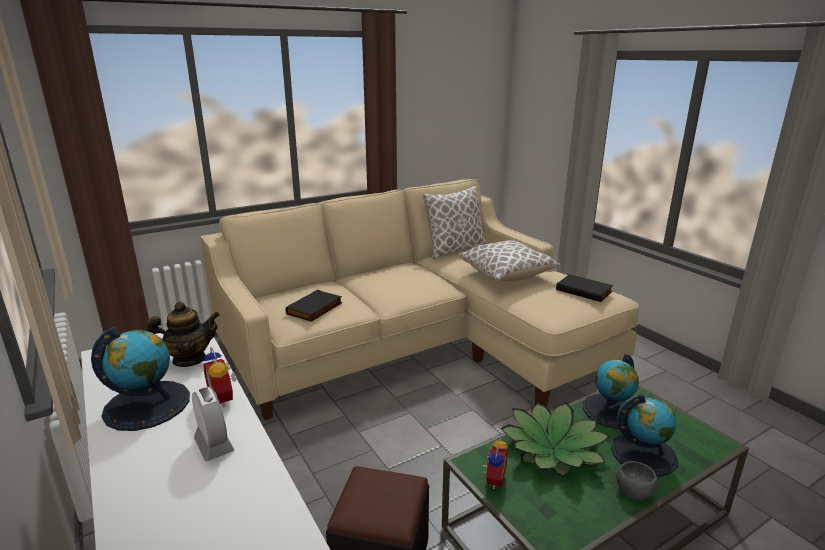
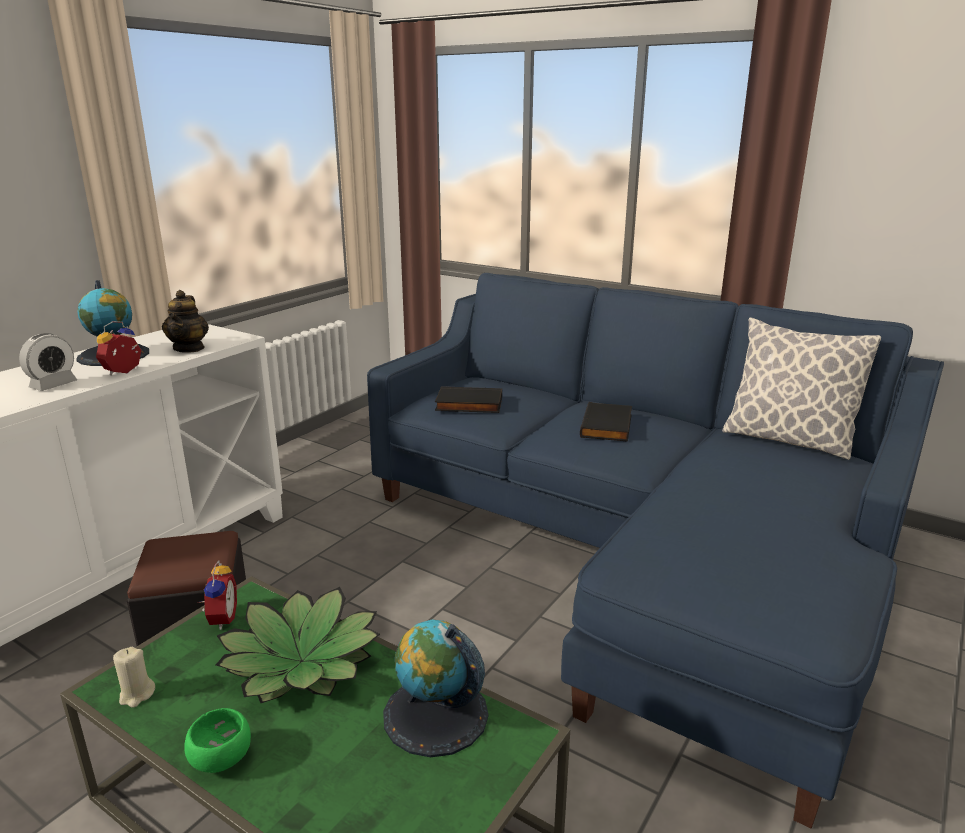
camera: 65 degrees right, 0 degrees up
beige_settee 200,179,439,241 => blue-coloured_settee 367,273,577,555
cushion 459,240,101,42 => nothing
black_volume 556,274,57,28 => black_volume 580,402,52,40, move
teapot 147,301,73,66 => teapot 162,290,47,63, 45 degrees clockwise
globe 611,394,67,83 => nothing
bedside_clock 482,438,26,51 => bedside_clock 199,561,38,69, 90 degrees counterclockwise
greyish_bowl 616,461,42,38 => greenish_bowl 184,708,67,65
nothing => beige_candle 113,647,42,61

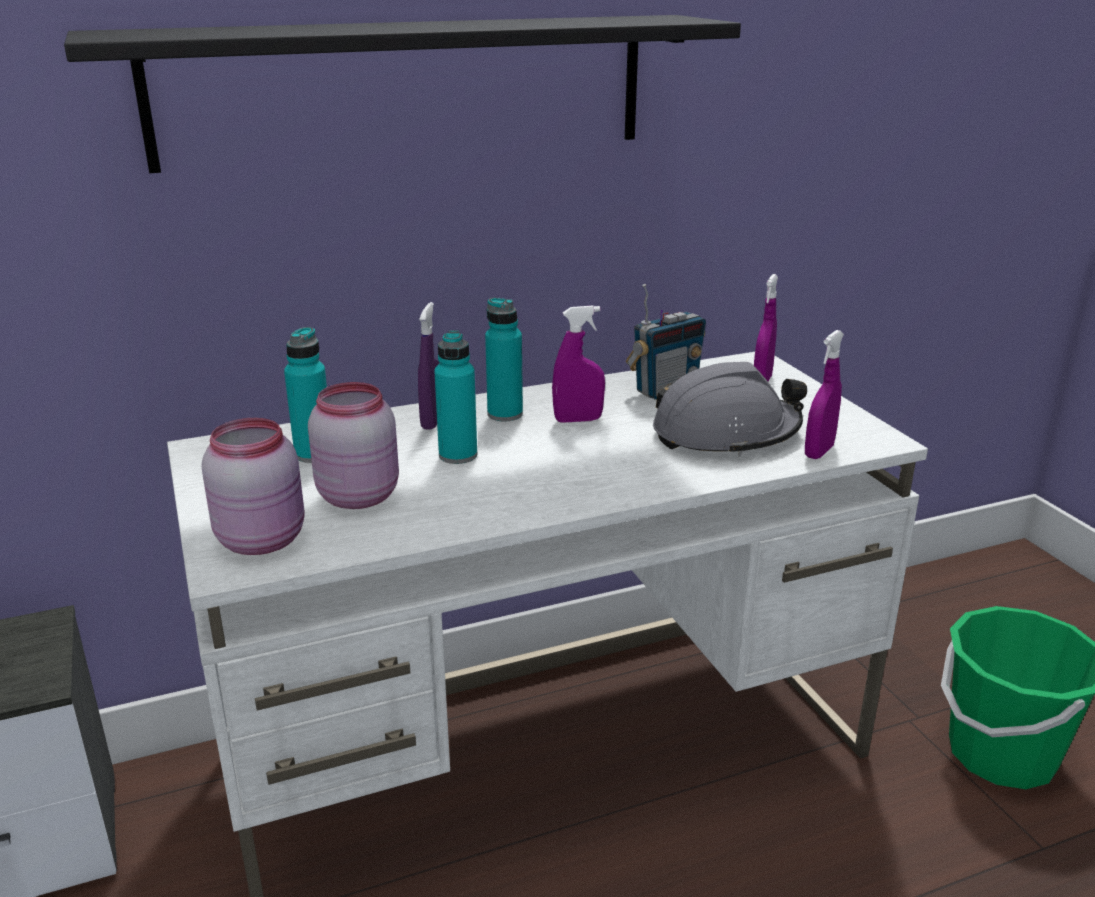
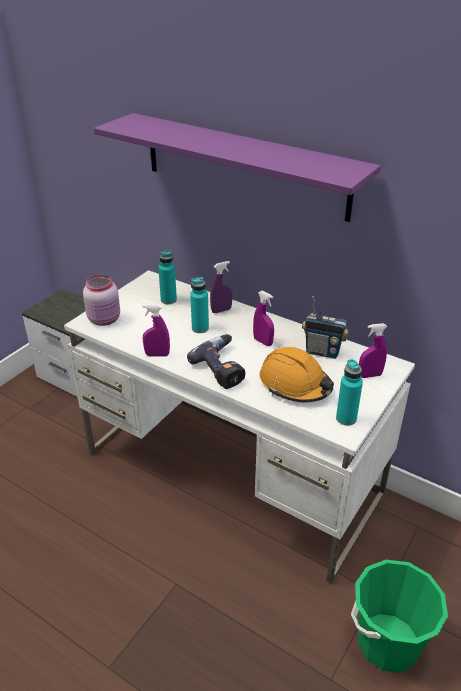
camera: 55 degrees right, 10 degrees up
black_shelf 64,15,677,158 => purplish_shelf 94,113,287,109
turquoise_beverage_bottle 485,298,38,123 => turquoise_beverage_bottle 336,359,27,67, move
purplish_sprayer 805,330,39,129 => purplish_sprayer 143,304,27,53, move
greyish_hard_hat 653,362,154,95 => orange_hard_hat 260,347,74,55
pink-coloured_storage_jar 308,382,91,127 => nothing
nothing => drill 187,334,58,55

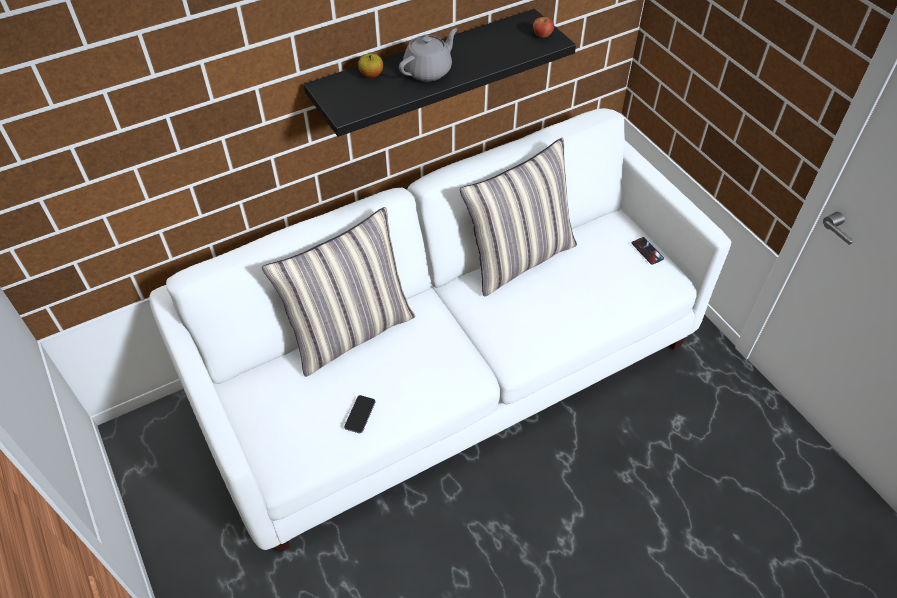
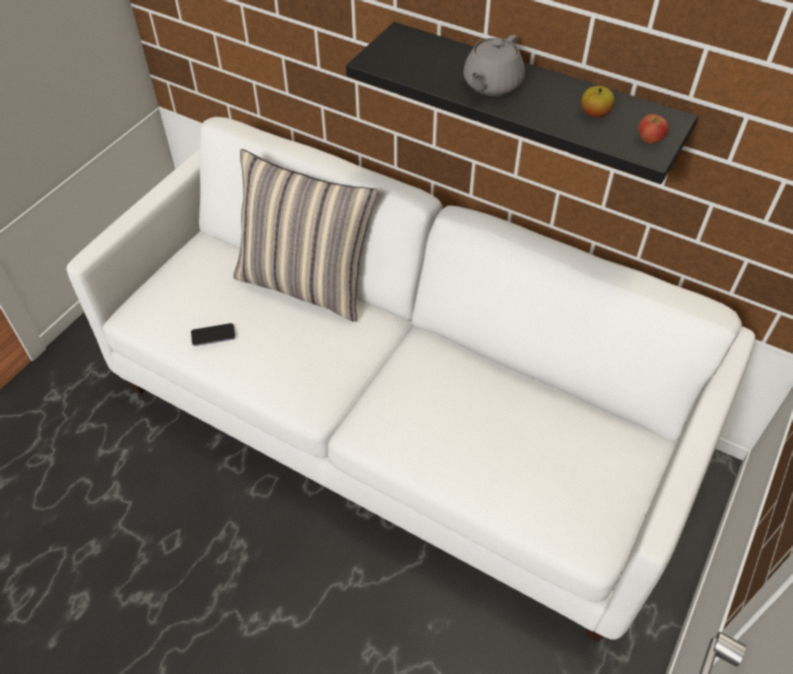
camera: 60 degrees right, 0 degrees up
greyish_teapot 399,28,59,54 => greyish_teapot 463,35,62,61, 105 degrees clockwise
apple 358,53,25,25 => apple 581,86,34,31, move
cushion 460,138,117,159 => nothing
handset 632,237,32,28 => nothing

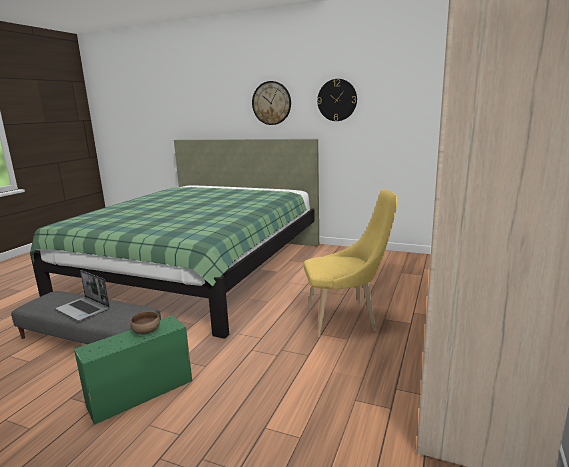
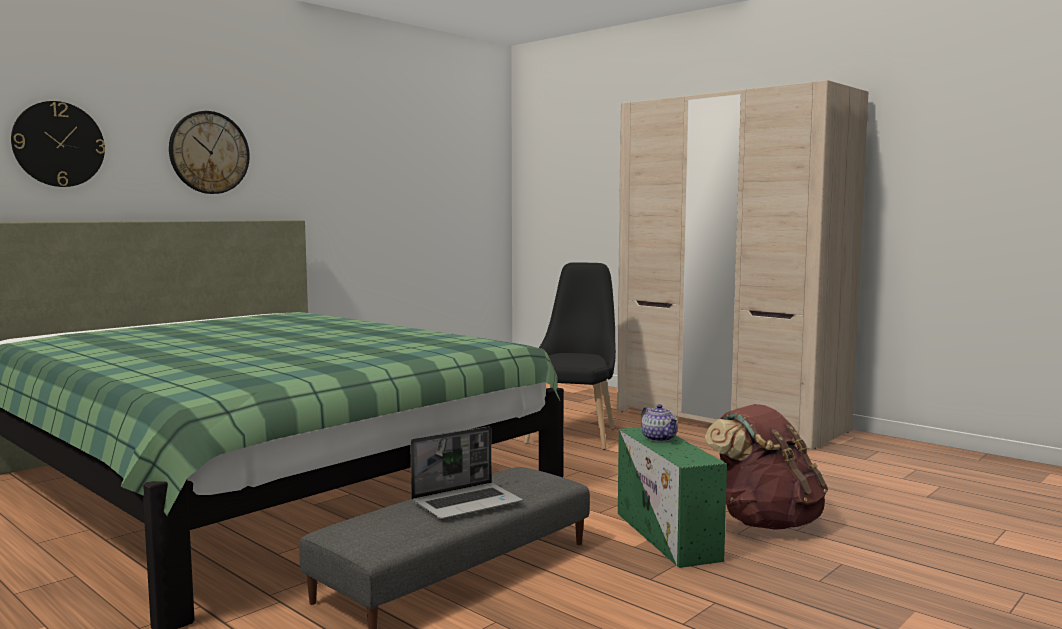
camera: 70 degrees left, 10 degrees down
hanging_clock 317,79,40,42 => hanging_clock 11,101,94,86, move
yellow-coloured_plain_chair 304,189,94,148 => black_plain_chair 524,262,92,188
brown-coloured_bowl 130,311,30,23 => teapot 641,404,37,38
nothing => brown-coloured_backpack 705,404,123,126

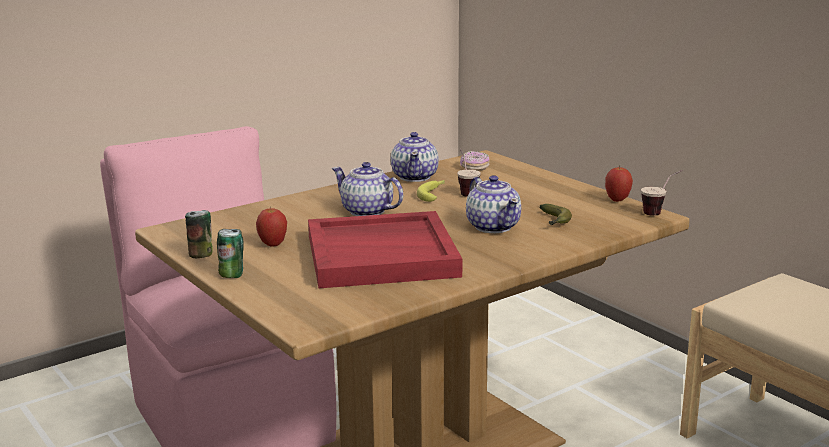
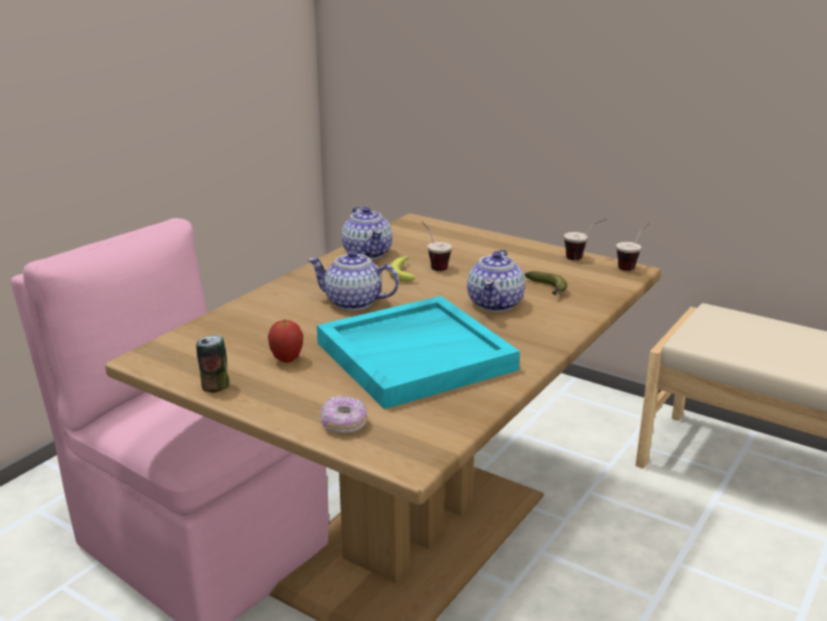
camera: 20 degrees left, 5 degrees up
ring_doughnut 460,151,30,20 => ring_doughnut 320,396,47,38, move
apple 605,165,28,37 => drinking_cup 564,218,43,42
teapot 466,175,55,58 => teapot 467,249,58,63, 60 degrees clockwise
reddish_tray 308,211,154,77 => turquoise_tray 317,296,203,113
metal_can 217,229,27,49 => nothing

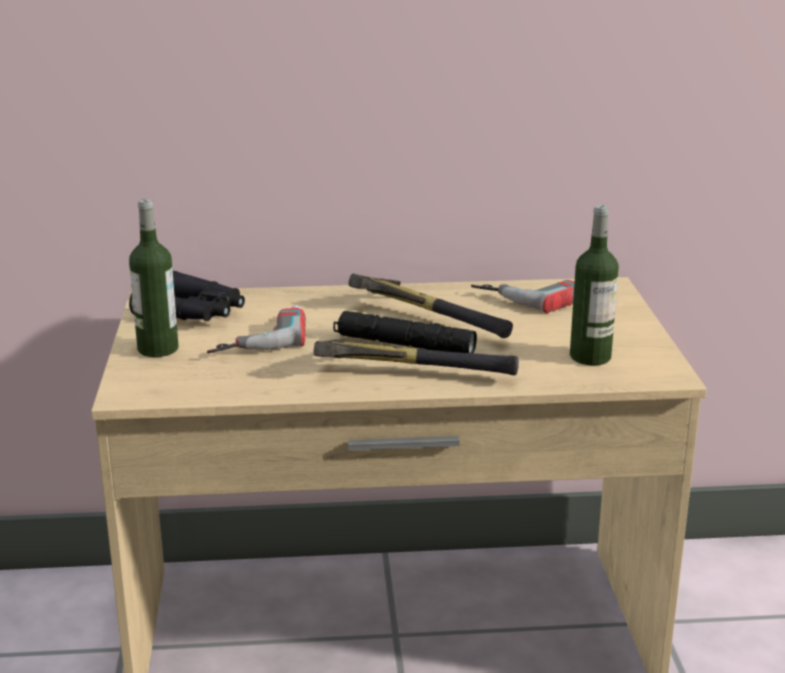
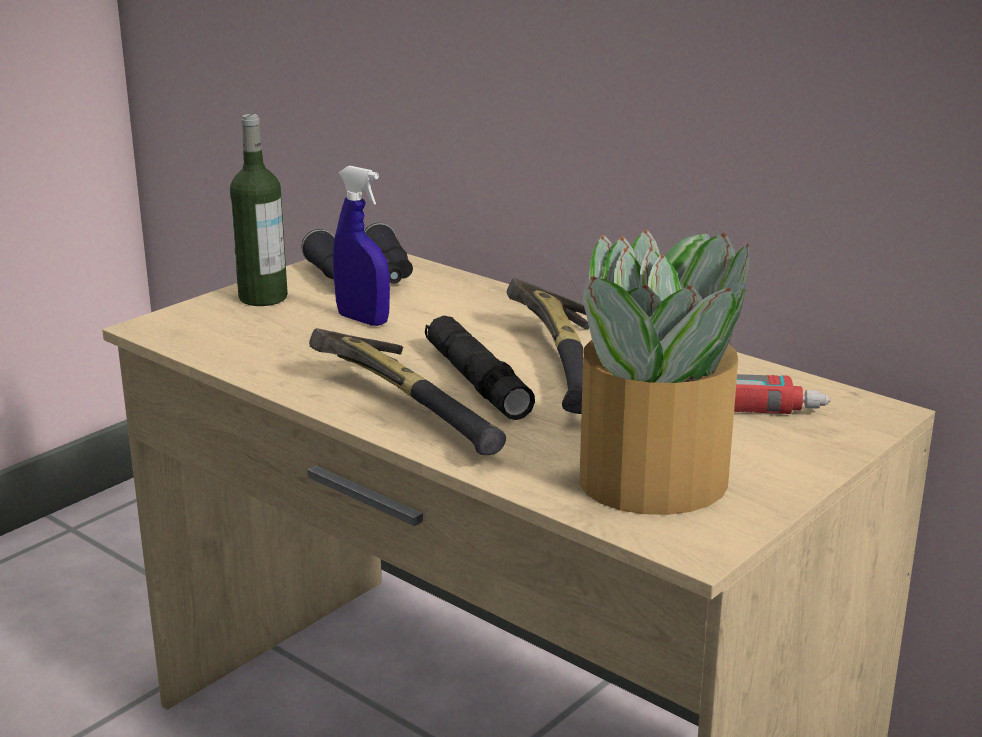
camera: 45 degrees right, 0 degrees up
beverage_bottle 570,205,49,161 => plant_in_a_pot 557,229,193,286
drill 207,305,99,48 => blue-coloured_sprayer 333,166,57,160

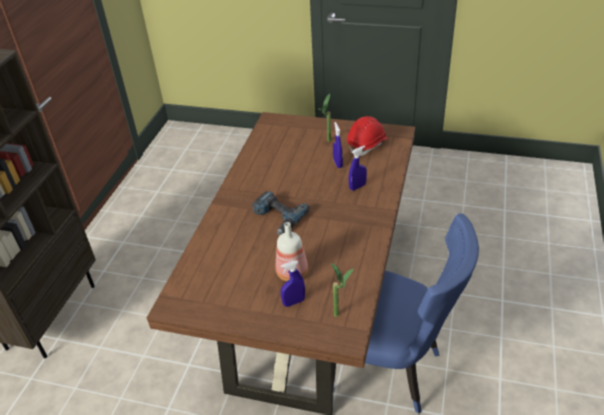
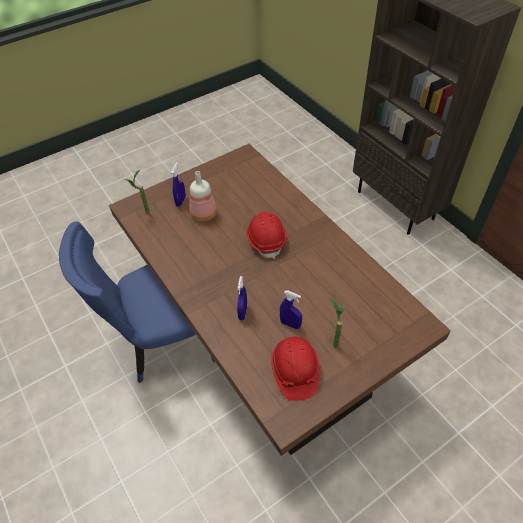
camera: 130 degrees right, 10 degrees up
drill 251,191,59,44 => reddish_hard_hat 247,212,39,47

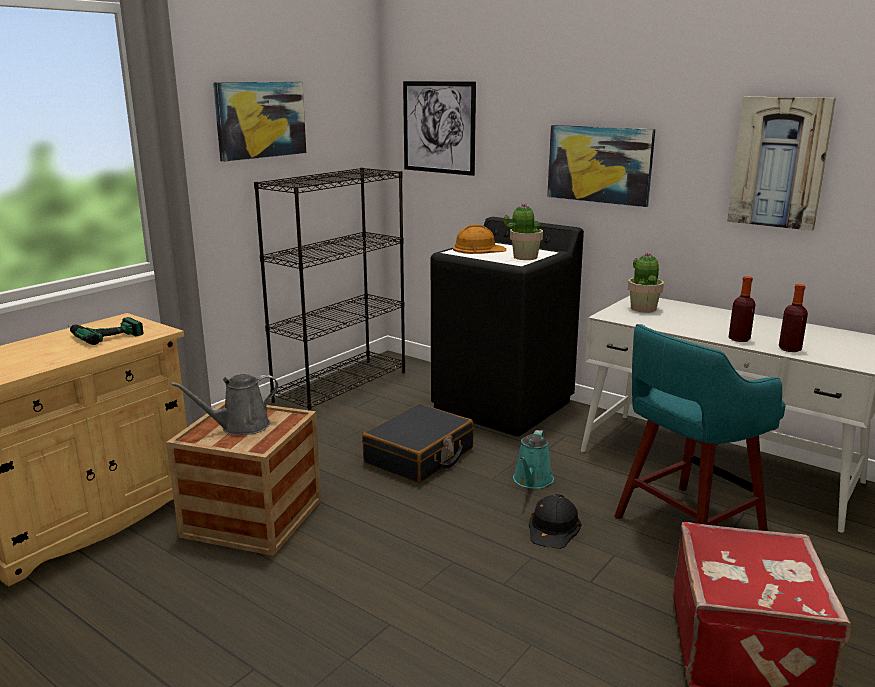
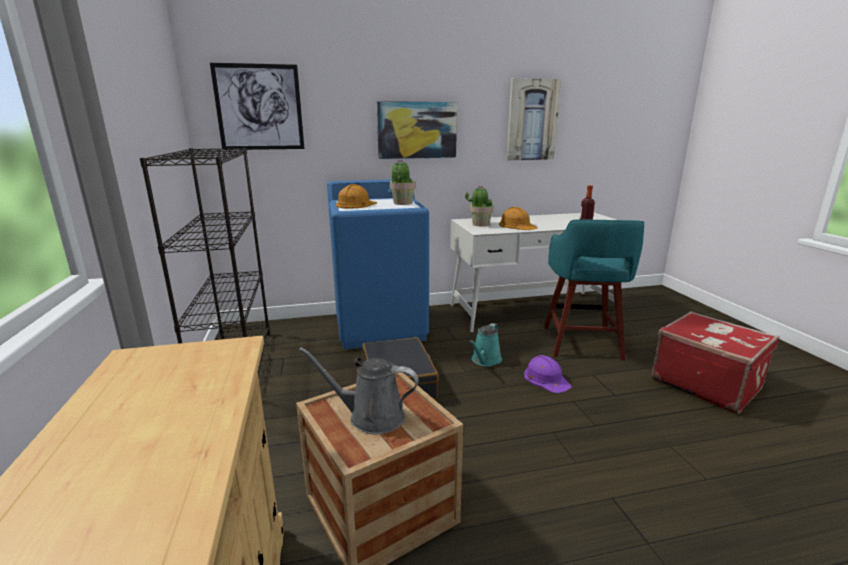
camera: 50 degrees left, 0 degrees up
picture 213,82,93,80 => nothing
black_laundry_machine 431,217,153,220 => blue-coloured_laundry_machine 327,180,102,169
beverage_bottle 729,276,27,66 => nothing
drill 68,317,76,28 => nothing
greyish_sprinkling_can 171,374,107,61 => greyish_sprinkling_can 299,347,120,87, 90 degrees clockwise
turquoise_sprinkling_can 513,430,41,59 => turquoise_sprinkling_can 469,323,33,43, 60 degrees clockwise
black_hard_hat 529,494,53,55 => purplish_hard_hat 524,355,48,38
nothing => orange_hard_hat 499,207,39,23

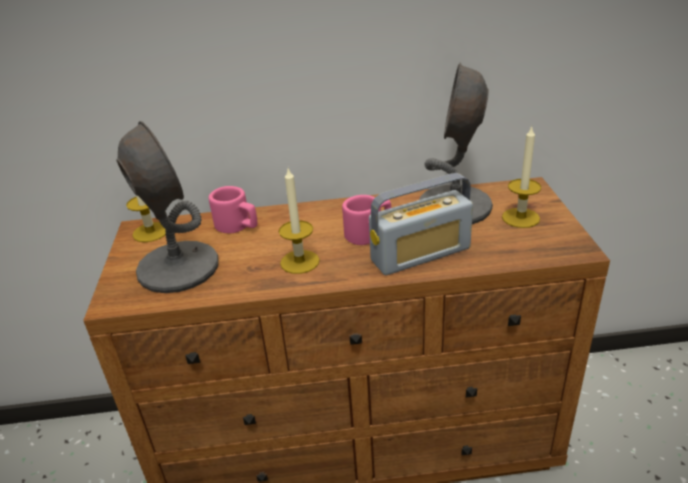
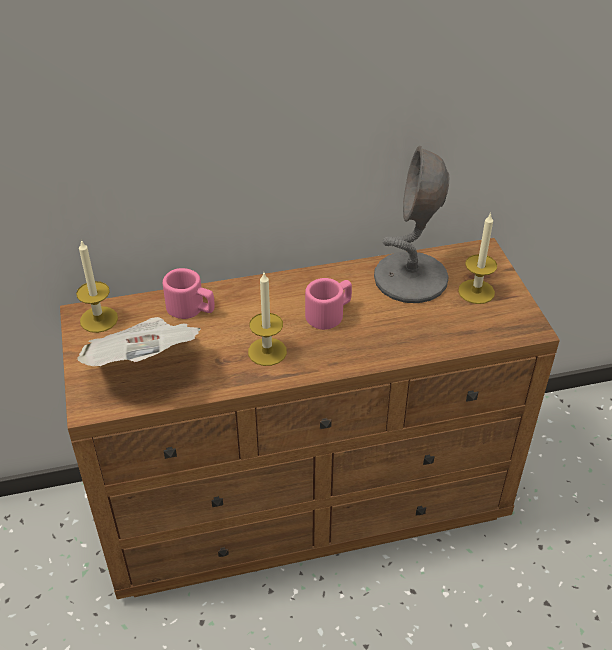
camera: 10 degrees left, 10 degrees up
greyish_tabletop_lamp 117,121,101,172 => newspaper 77,317,124,49
radio_receiver 369,173,104,102 => nothing

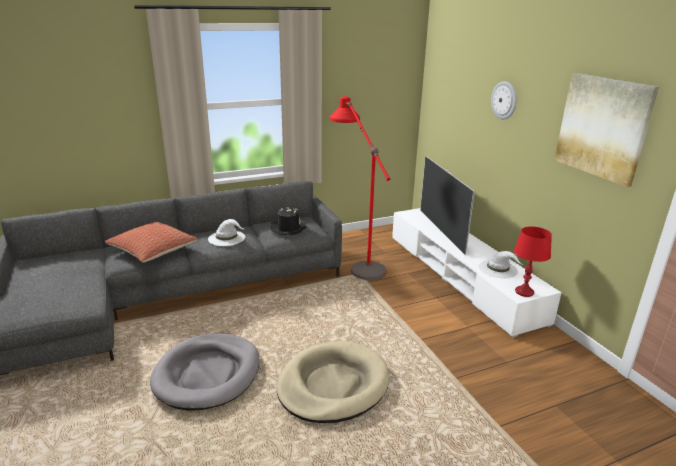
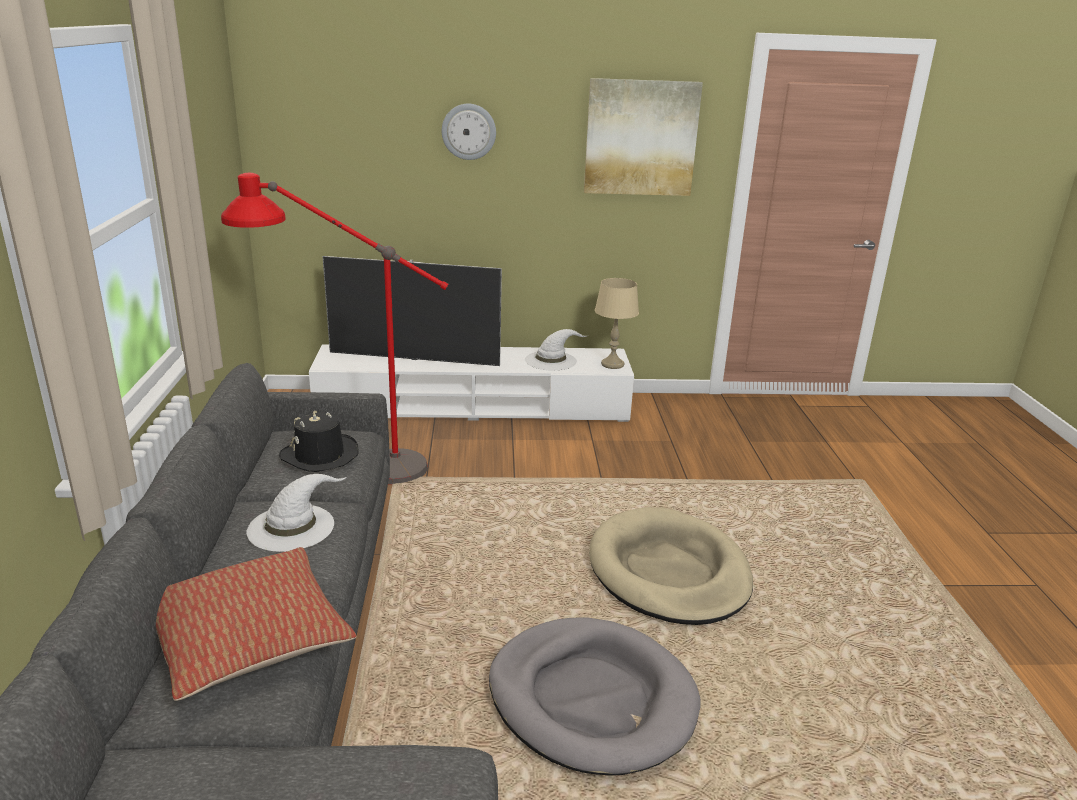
camera: 70 degrees left, 0 degrees up
reddish_tabletop_lamp 514,226,38,71 => beige_tabletop_lamp 595,278,44,91

